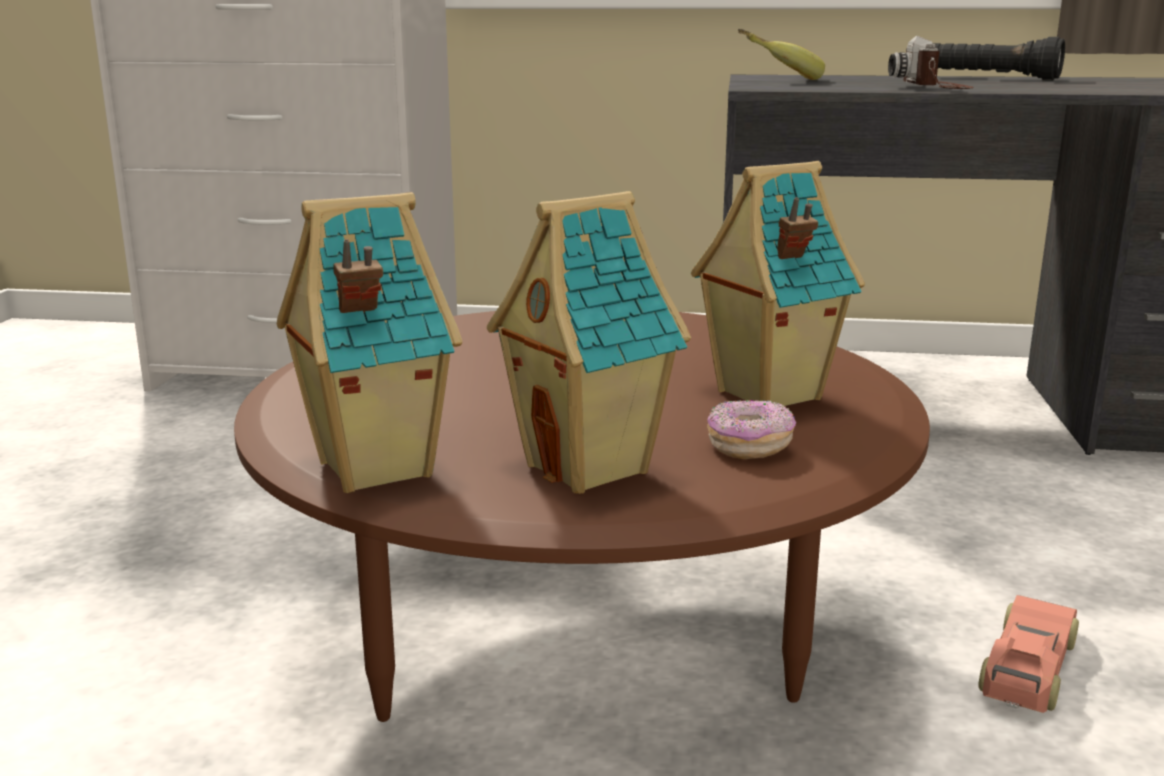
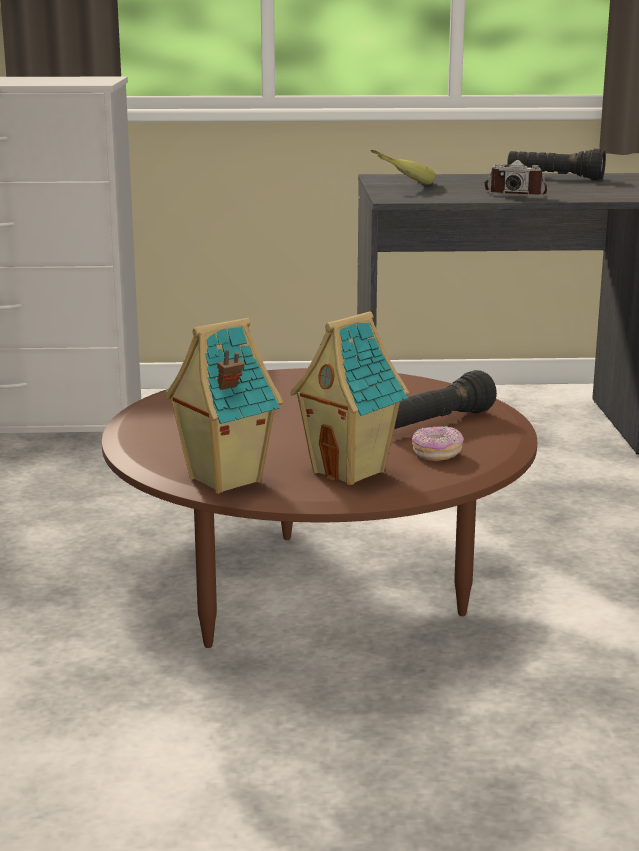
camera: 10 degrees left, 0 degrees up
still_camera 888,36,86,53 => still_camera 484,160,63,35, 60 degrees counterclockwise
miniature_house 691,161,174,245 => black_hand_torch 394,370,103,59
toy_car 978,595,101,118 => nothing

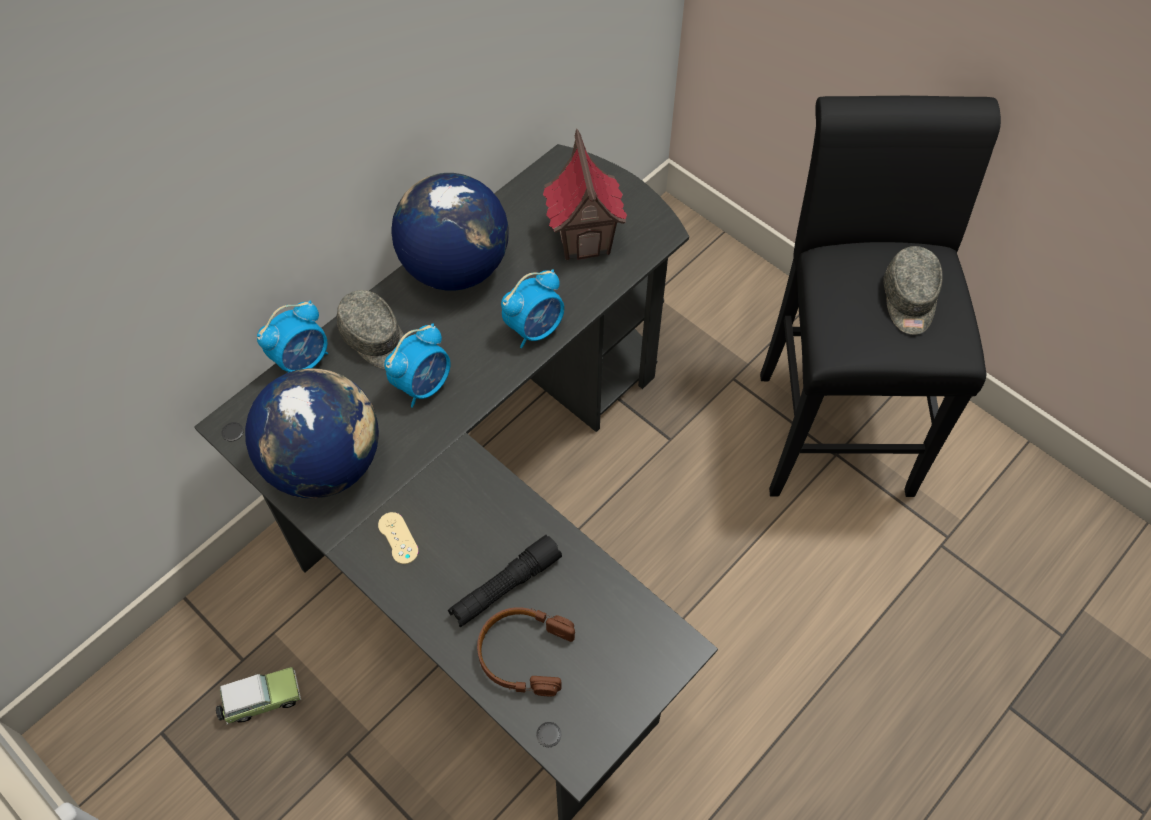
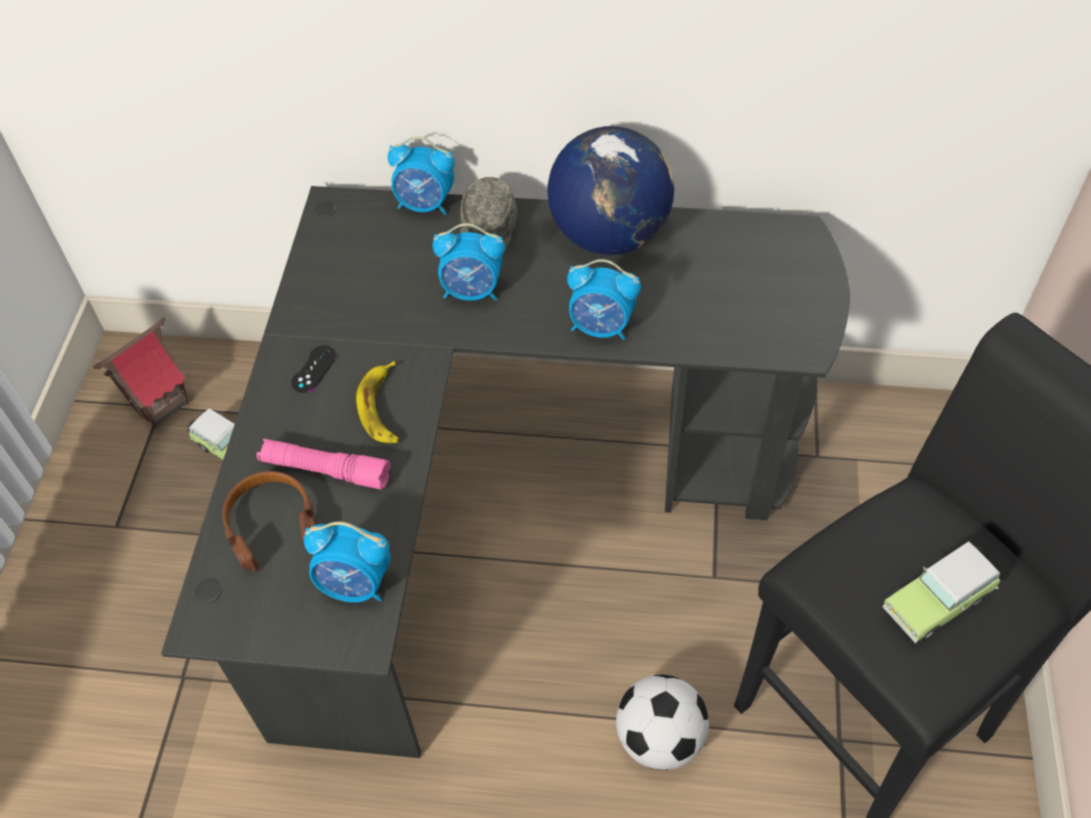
camera: 55 degrees right, 5 degrees down
miniature_house 543,129,84,131 => miniature_house 93,317,95,110, move
greyish_cap 884,246,59,89 => toy_car 883,541,117,102
globe 245,368,134,130 => nothing
beige_gamepad 378,512,41,52 => black_gamepad 291,345,45,48
black_hand_torch 448,535,114,92 => pink-coloured_hand_torch 257,439,133,51
nothing => whole_banana 356,361,43,82
nothing => bedside_clock 304,522,87,81
nothing => football 616,675,93,95

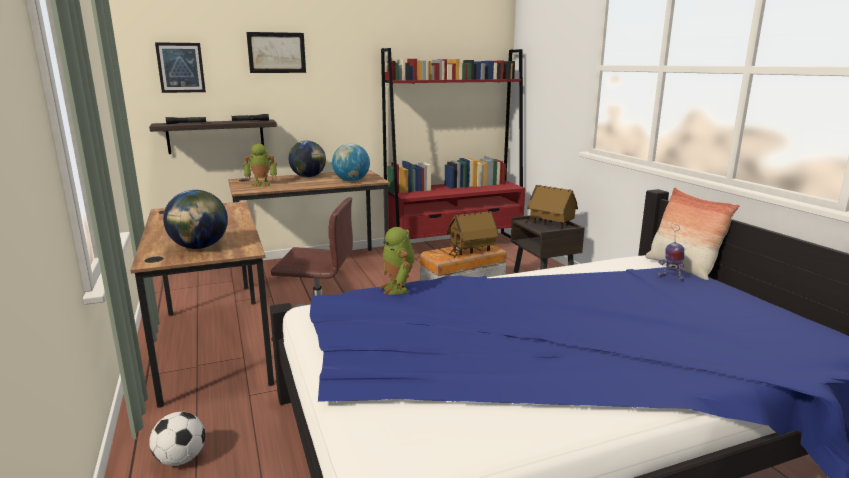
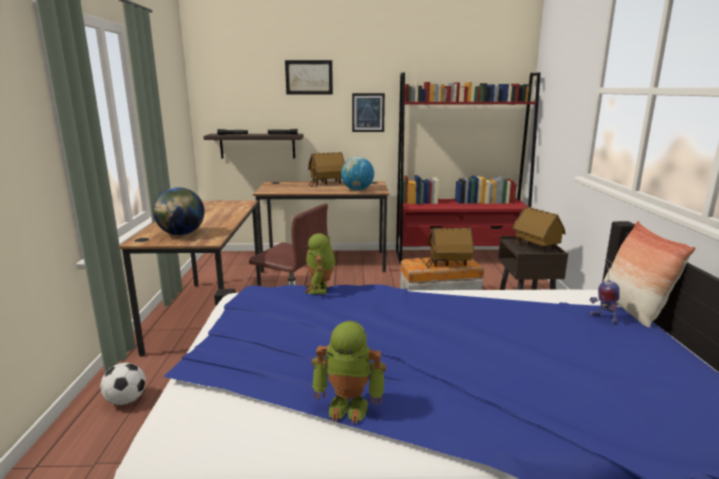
camera: 20 degrees right, 0 degrees up
picture 155,42,51,51 => picture 352,93,33,39, move
globe 289,141,37,36 => miniature_house 308,152,37,35
robot_figure 243,144,34,43 => robot_figure 312,321,74,103, move

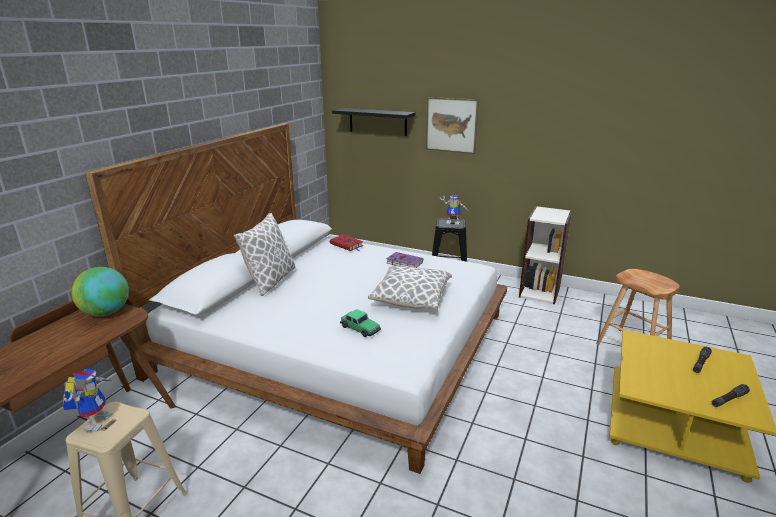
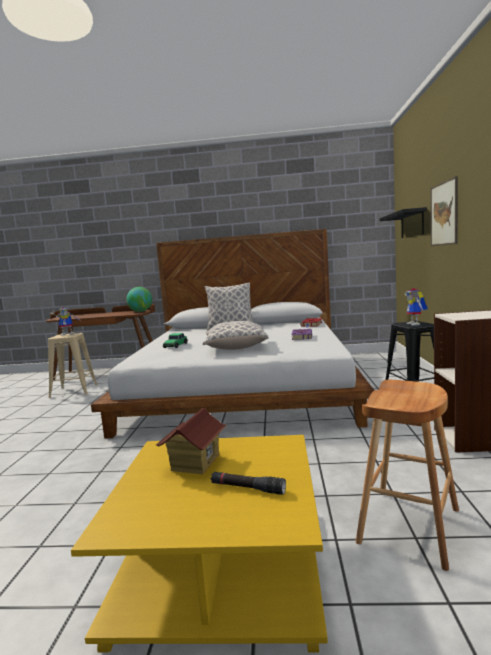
camera: 70 degrees right, 15 degrees down
black_hand_torch 712,384,38,23 => nothing
nothing => miniature_house 156,408,70,66

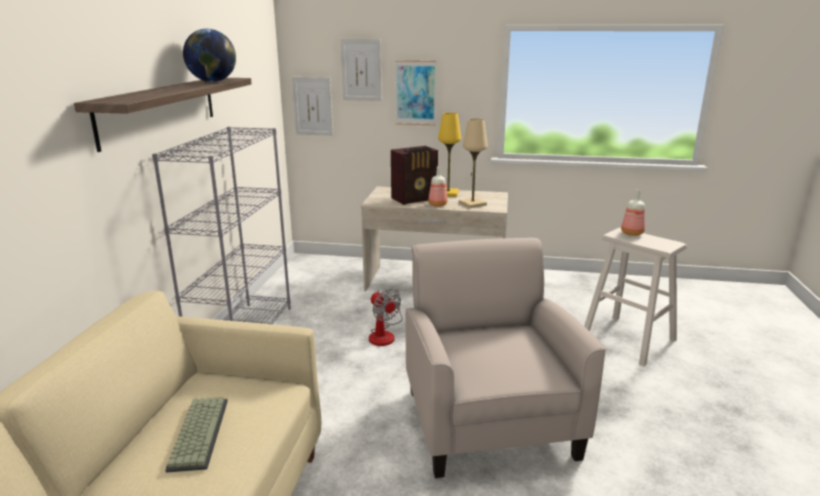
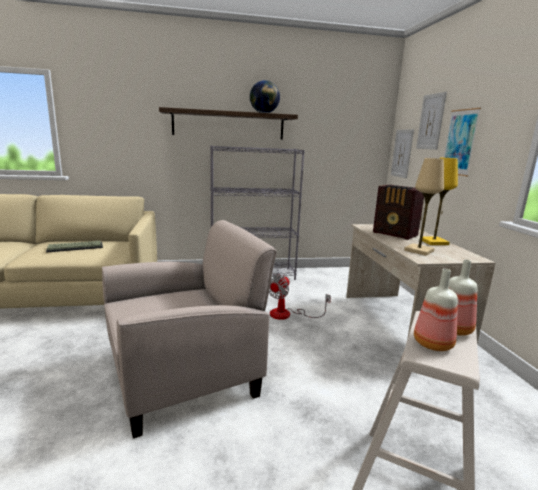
camera: 70 degrees right, 5 degrees down
beverage_bottle 428,166,19,41 => beverage_bottle 414,269,44,82, move

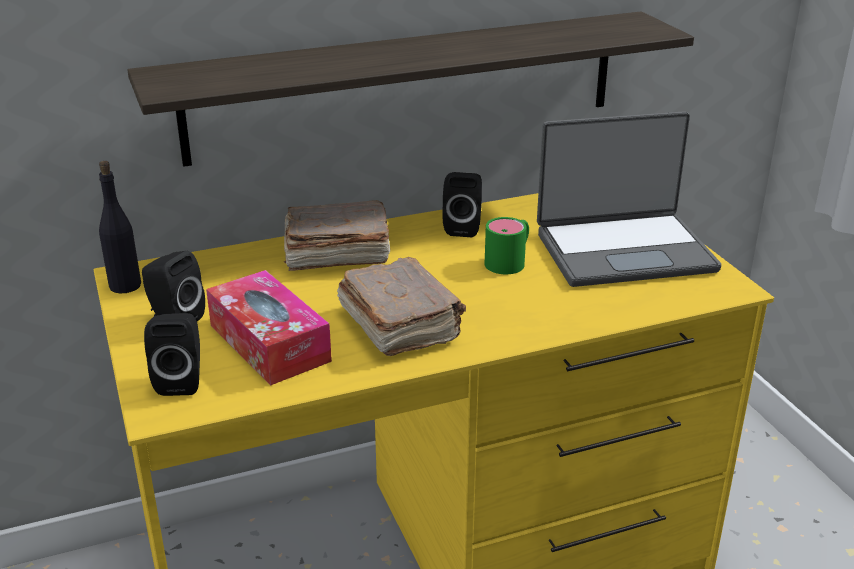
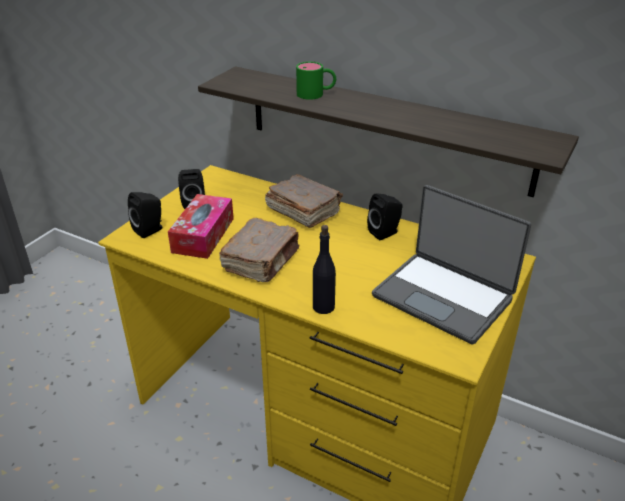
camera: 50 degrees right, 5 degrees up
black_beverage_bottle 99,161,42,132 => black_beverage_bottle 313,225,23,89, move
greenish_tea_mug 485,217,44,57 => greenish_tea_mug 296,62,40,38, move

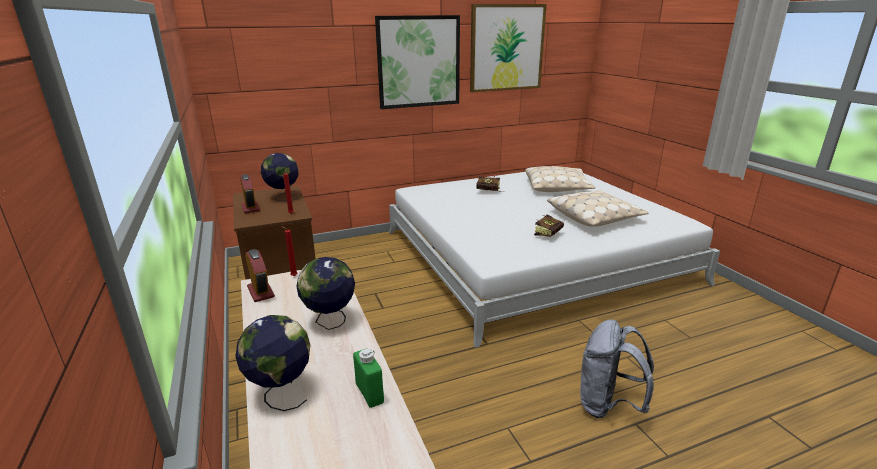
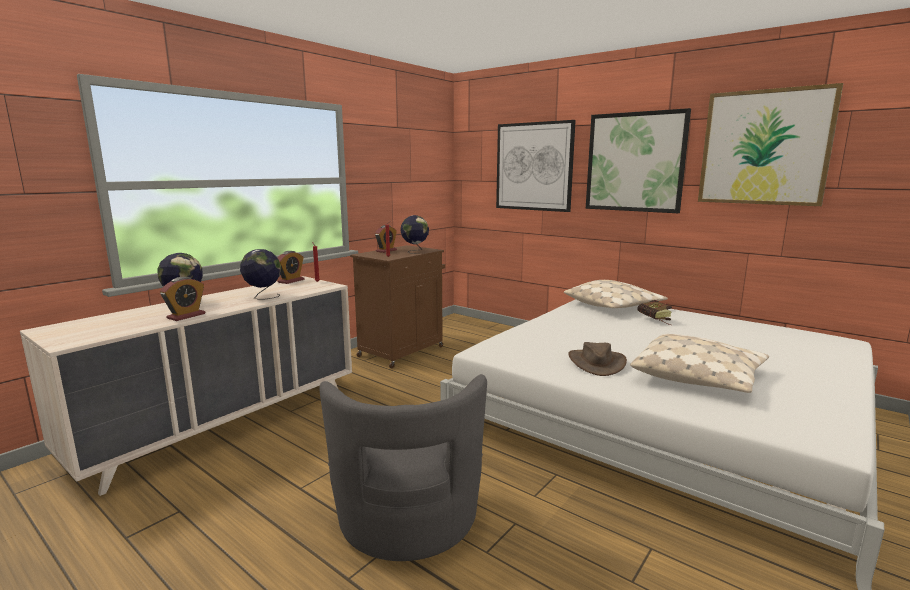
camera: 60 degrees right, 10 degrees down
beige_cushion 525,166,70,26 => beige_cushion 564,280,104,28, move
volume 534,215,30,22 => brown-coloured_clothing_hat 568,342,59,34
greyish_backpack 580,319,74,99 => greyish_armchair 320,374,167,187
greenish_beverage_bottle 353,348,31,60 => bedside_clock 160,277,45,44
nothing => picture 496,120,80,92

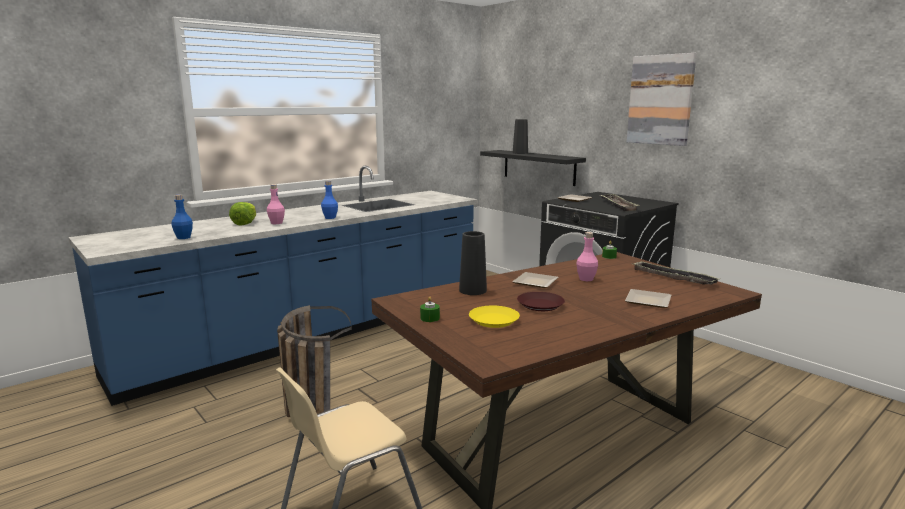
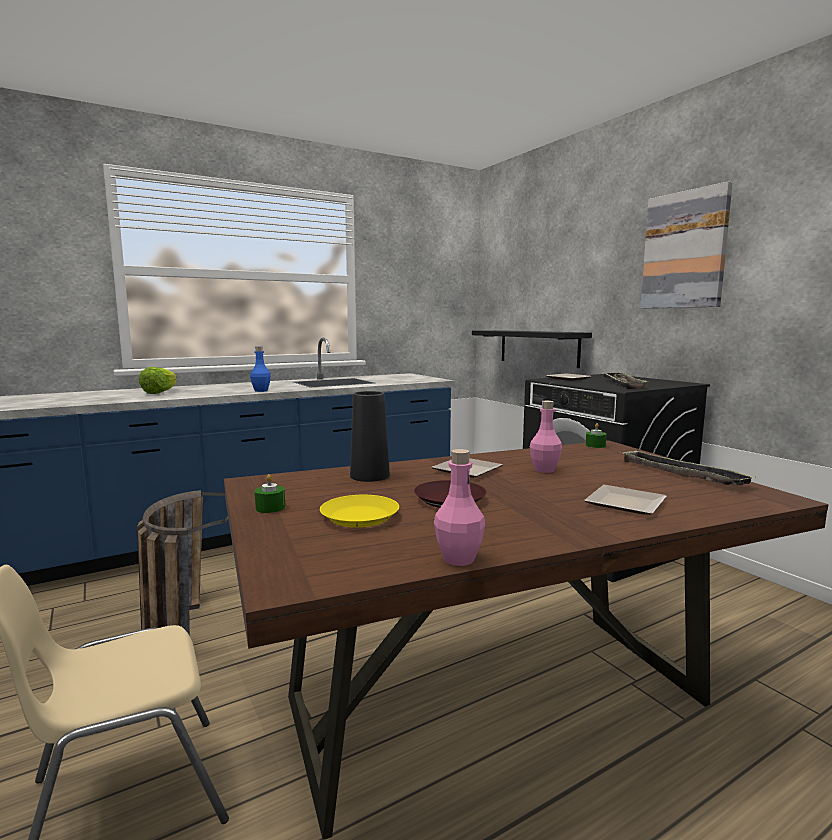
camera: 10 degrees right, 5 degrees down
black_flower_vase 513,119,15,35 => nothing
pink-coloured_beverage_bottle 267,184,18,40 => pink-coloured_beverage_bottle 434,449,51,117, move
blue-coloured_beverage_bottle 172,195,21,44 => nothing

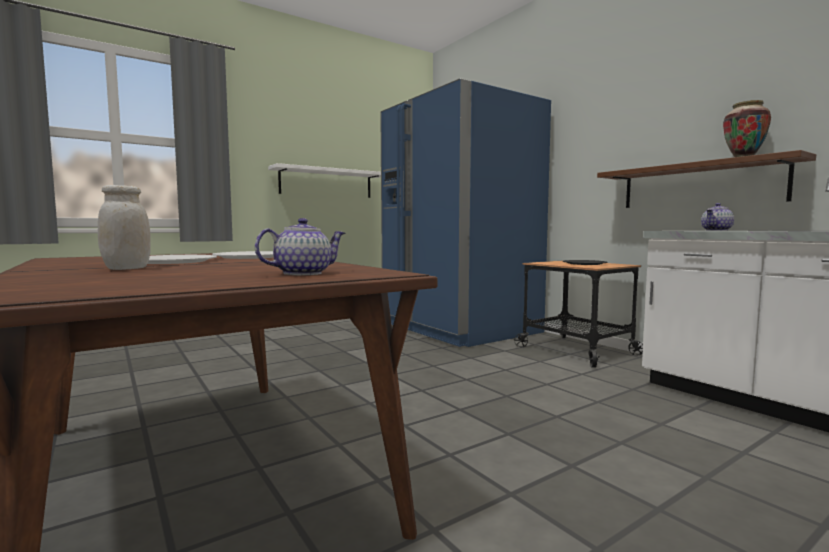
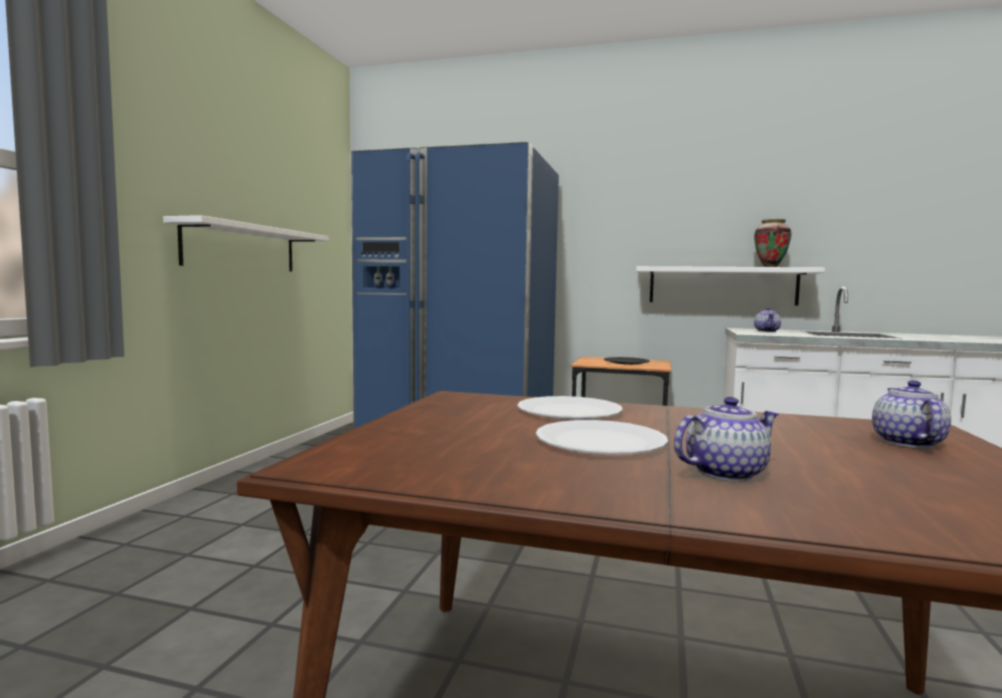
camera: 40 degrees left, 0 degrees up
brown-coloured_shelf 597,150,219,58 => white-coloured_shelf 636,266,189,40
white-coloured_storage_jar 98,185,53,85 => teapot 674,397,105,85

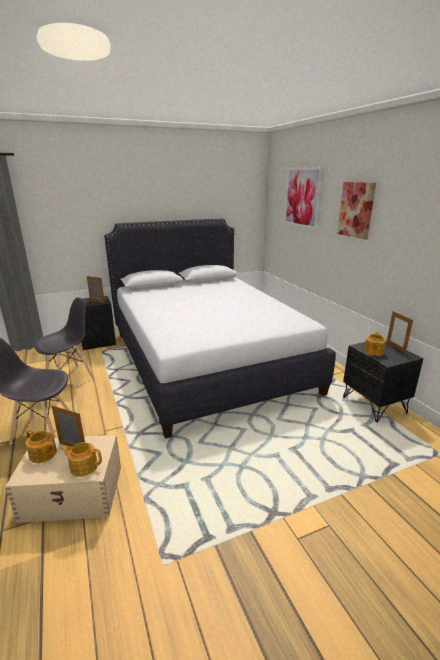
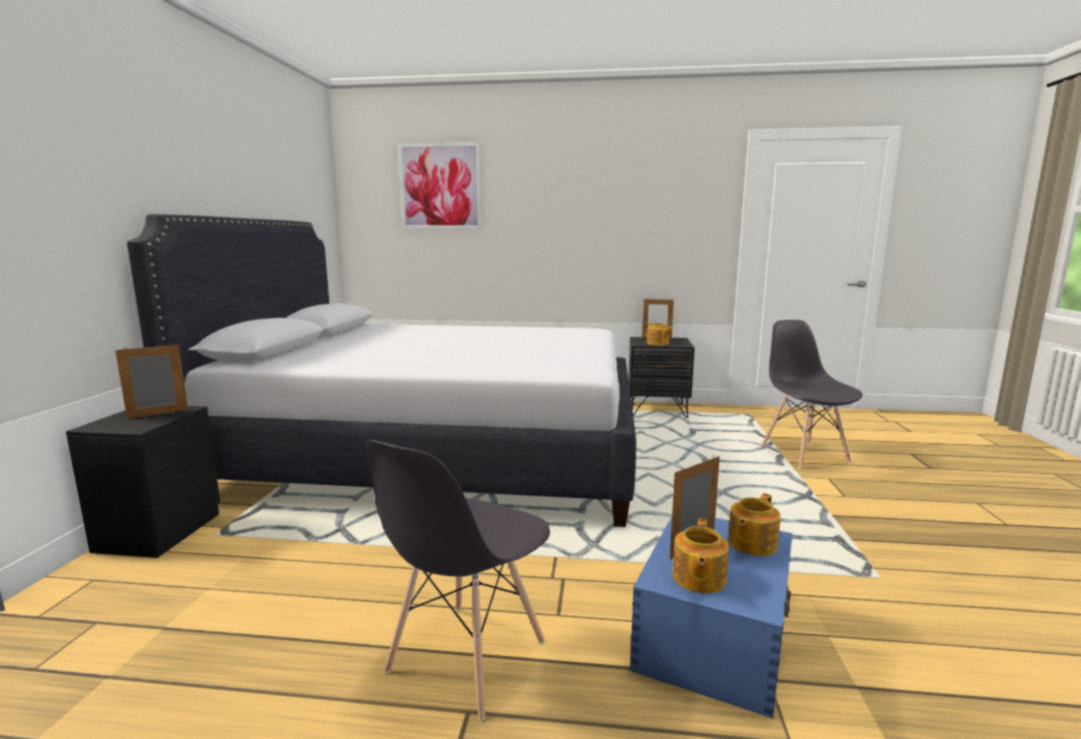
camera: 60 degrees left, 10 degrees down
picture 337,182,39,58 => nothing
greyish_plain_chair 34,298,60,81 => greyish_plain_chair 761,320,102,150, move
teapot 26,430,31,33 => teapot 673,518,56,75, 135 degrees clockwise
beige_storage_box 5,435,116,88 => blue-coloured_storage_box 630,517,163,201

